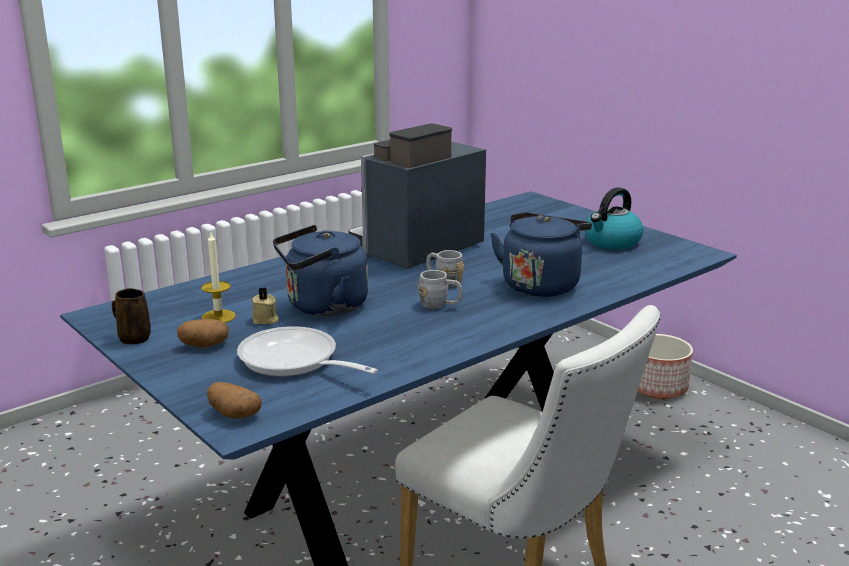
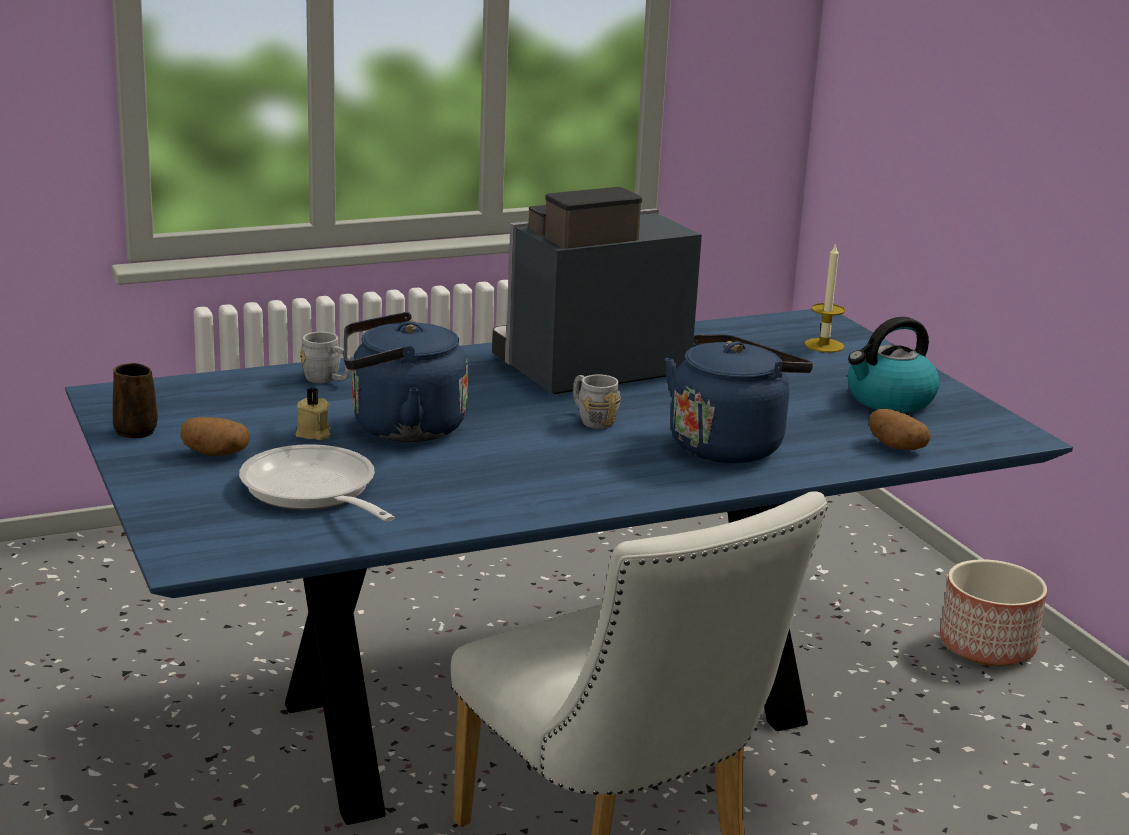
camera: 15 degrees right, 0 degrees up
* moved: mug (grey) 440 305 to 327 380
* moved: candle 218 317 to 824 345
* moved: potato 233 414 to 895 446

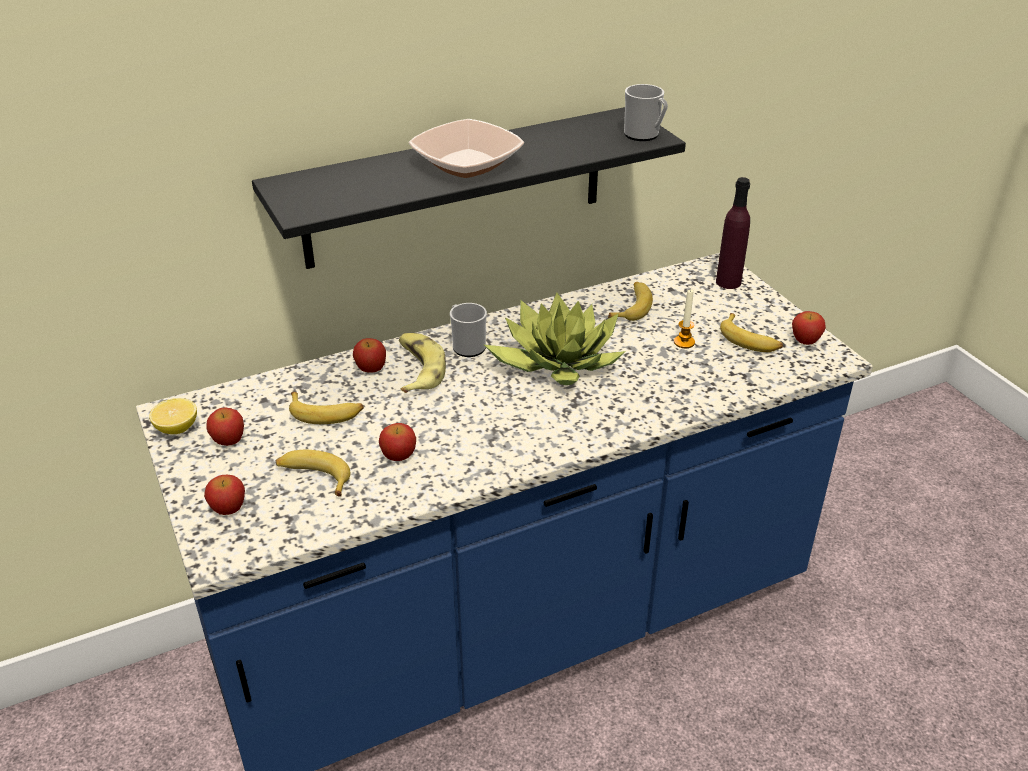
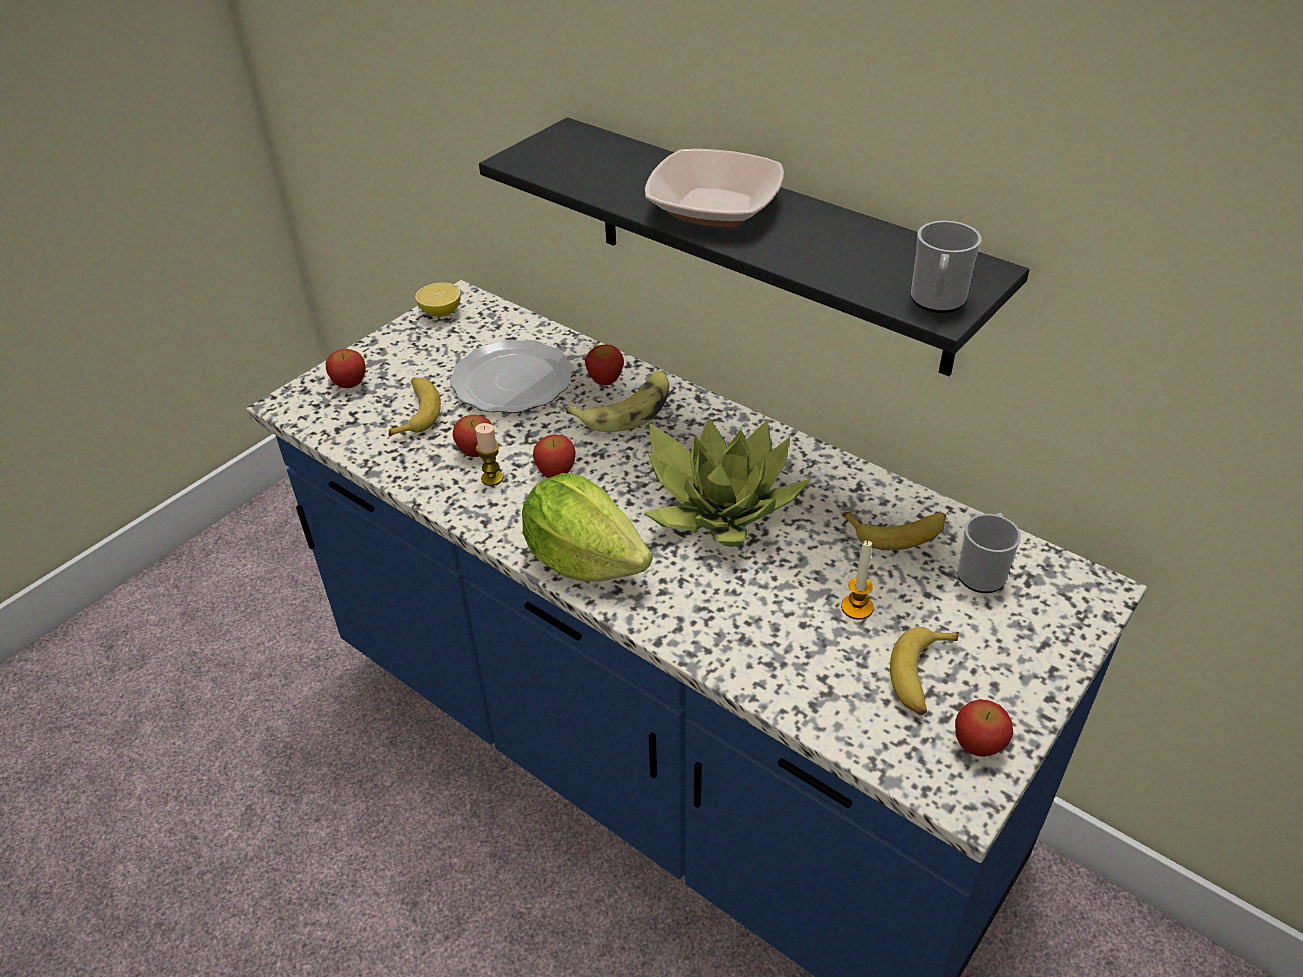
camera: 65 degrees right, 5 degrees up
* replaced: banana 326 413 to plate 514 381
* added: candle 492 478
* added: lettuce 584 559
* moved: apple 228 440 to 556 472
* moved: mug 466 346 to 982 572
* removed: bottle (purple) 728 282

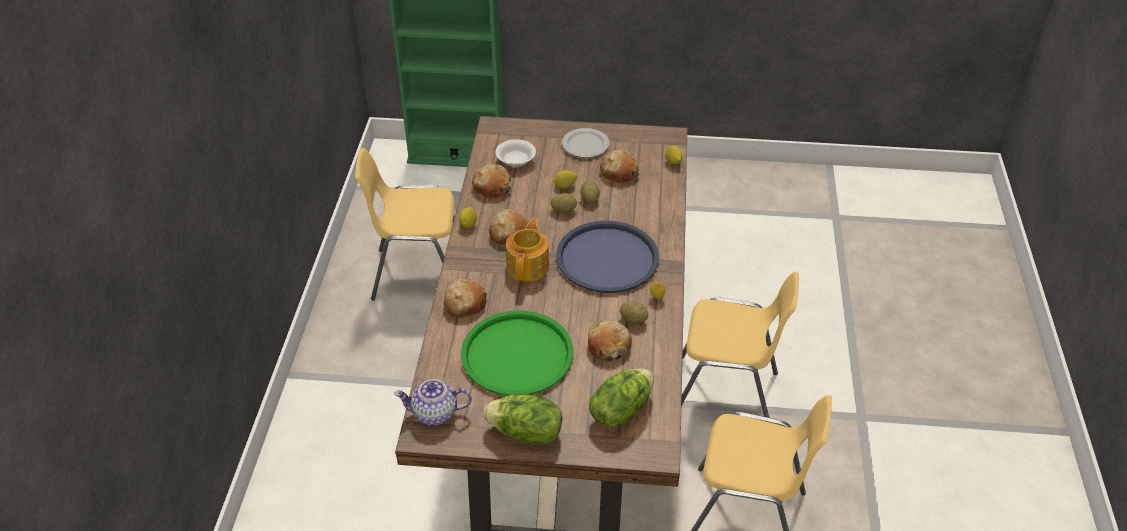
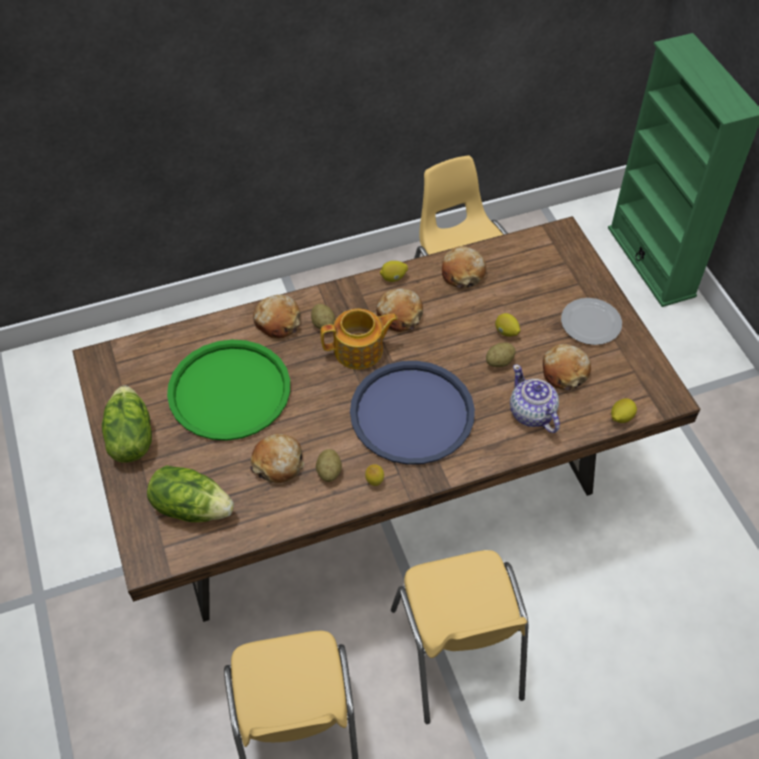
camera: 65 degrees right, 10 degrees up
* moved: potato 563 210 to 323 324
* moved: teapot 435 413 to 532 414
* removed: bowl (white) 515 160

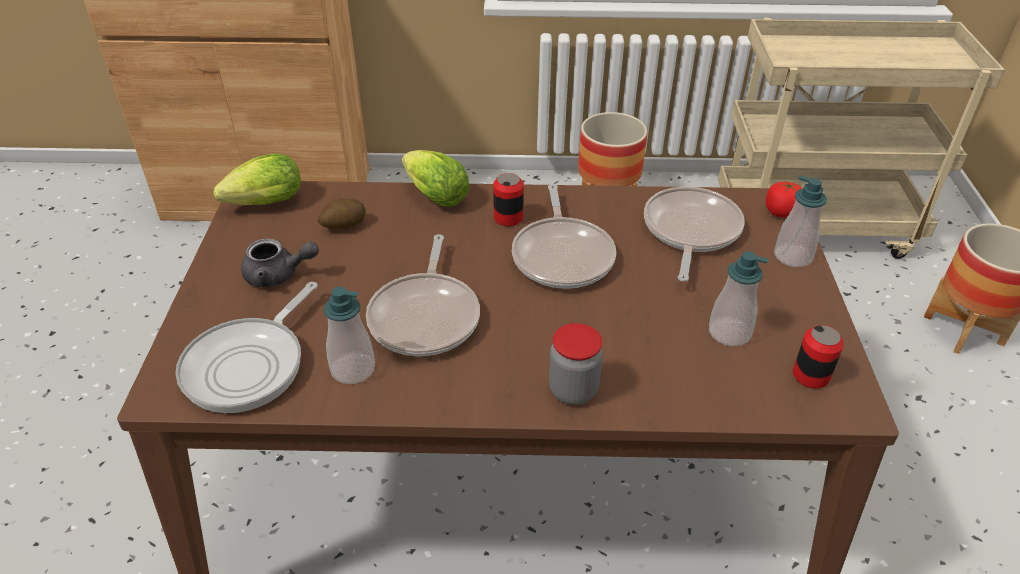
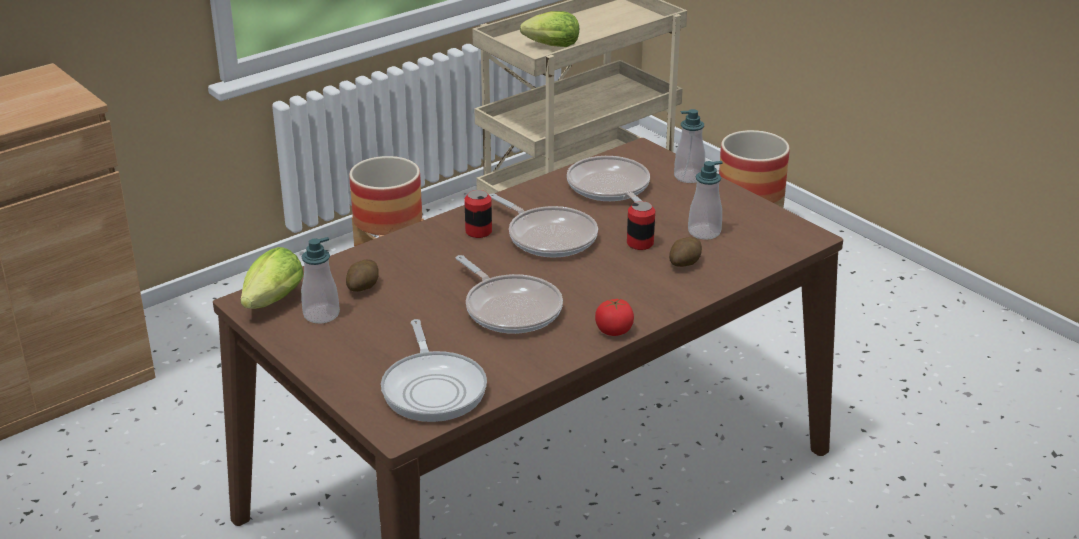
camera: 40 degrees left, 10 degrees down
* moved: soap dispenser 353 369 to 321 314
* moved: lettuce 433 195 to 549 46
* moved: tomato 781 212 to 614 330
* moved: can 810 376 to 640 243
* added: potato 685 263
* removed: teapot (grey) 278 275
* removed: jar 573 390

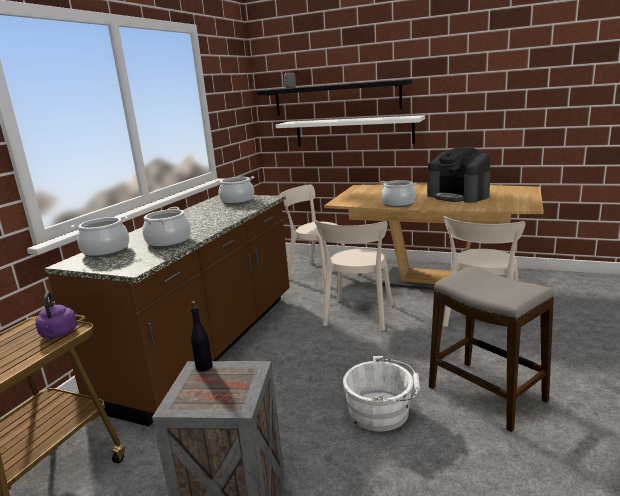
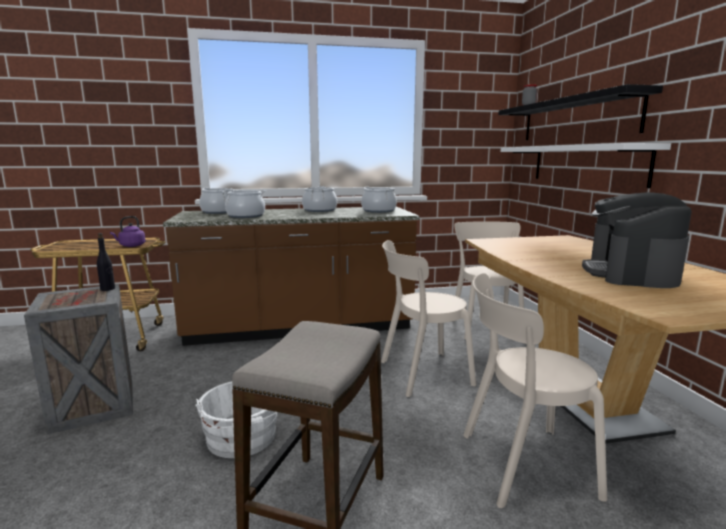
camera: 55 degrees right, 5 degrees down
* moved: cooking pot 398 204 to 319 210

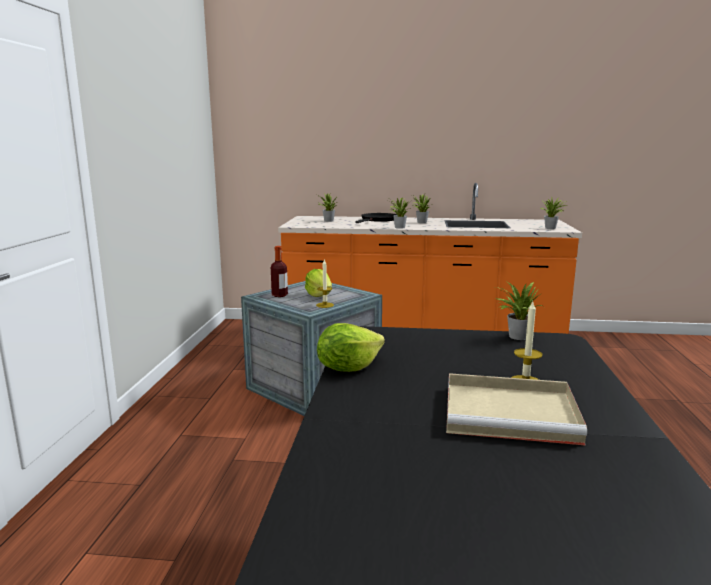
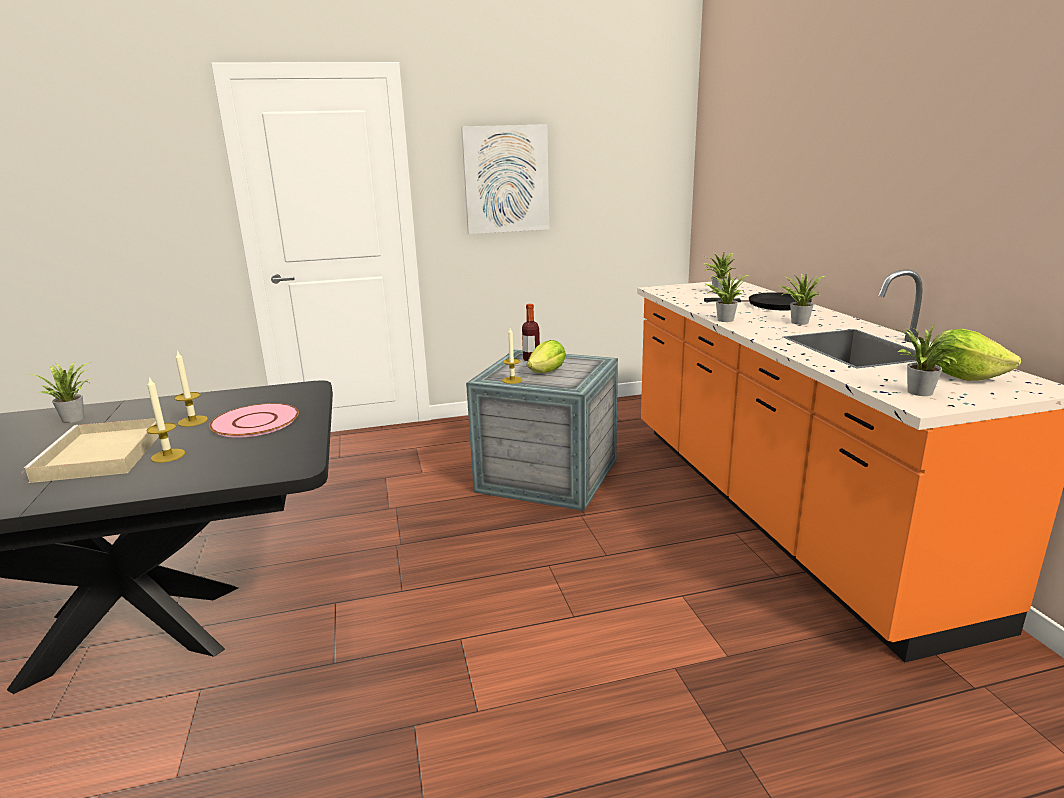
camera: 70 degrees right, 5 degrees up
* moved: potted plant 515 336 to 75 418
* added: candle 193 421
* added: plate (pink) 256 422
* added: picture 506 179
* moved: lettuce 348 368 to 964 377

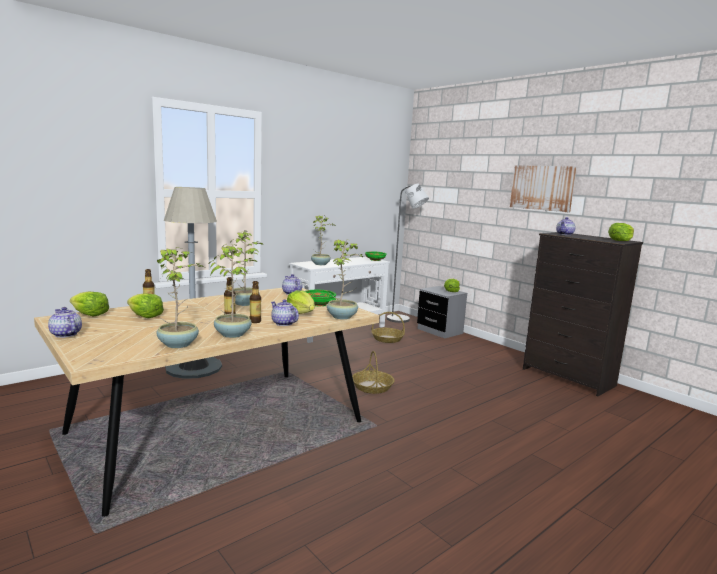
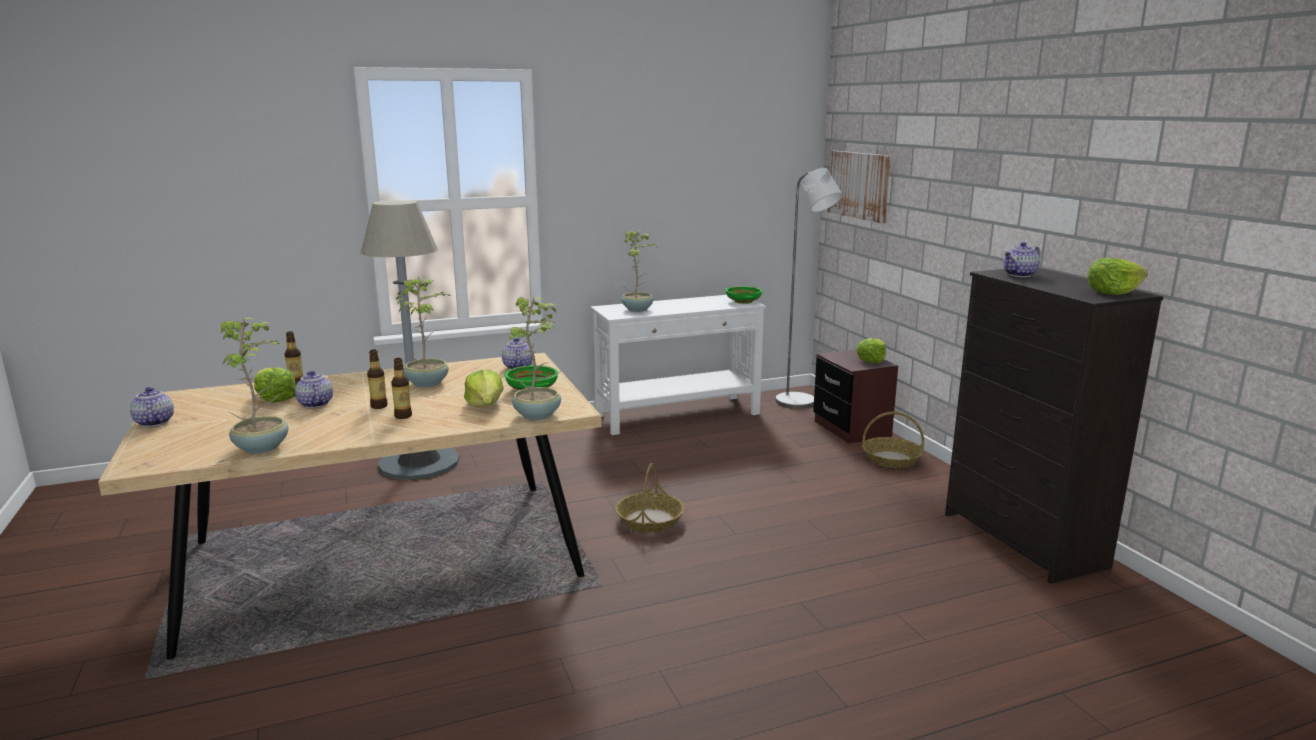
camera: 20 degrees right, 5 degrees up
* moved: teapot 283 323 to 314 404
* recoloured: nightstand (grey) 439 331 to nightstand (brown) 851 429
* moved: picture 542 188 to 859 185
* moved: basket 387 339 to 891 459
* removed: lettuce 90 314
* removed: potted plant 233 334

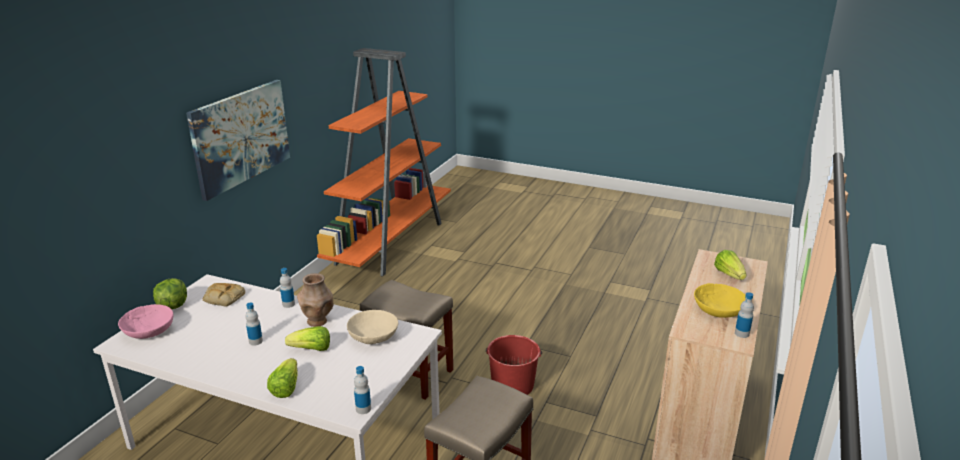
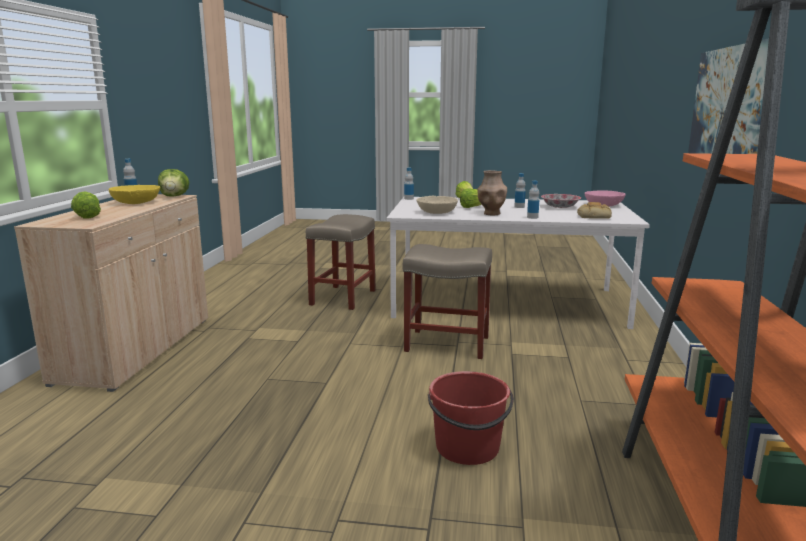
camera: 165 degrees right, 10 degrees down
* moved: lettuce 173 305 to 174 196
* moved: bucket (red) 512 385 to 468 448
* added: bowl 560 207

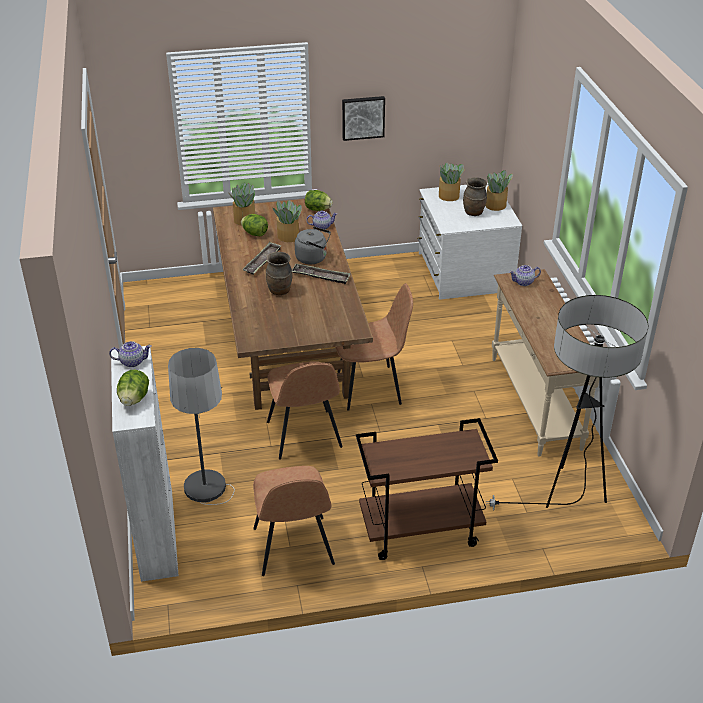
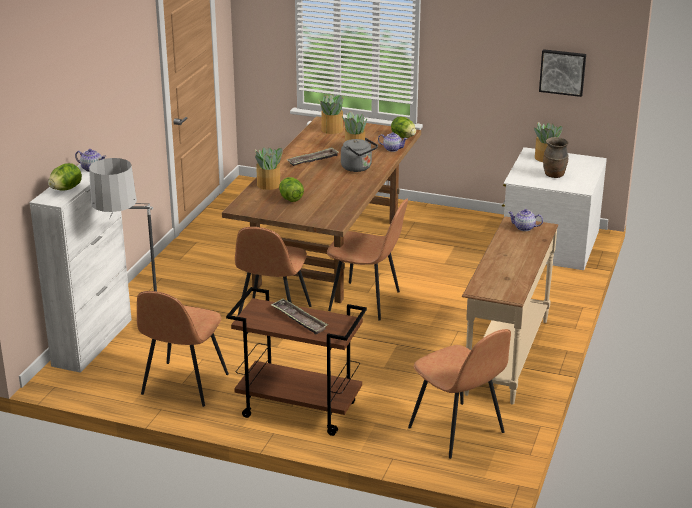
camera: 30 degrees right, 10 degrees down
* moved: potted plant 496 205 to 269 185
* moved: tray 321 276 to 299 319
* moved: lettuce 255 233 to 290 199
* replaced: floor lamp 566 496 to chair (brown) 457 431
* moved: picture 363 117 to 562 72
* removed: vase (brown) 280 291

